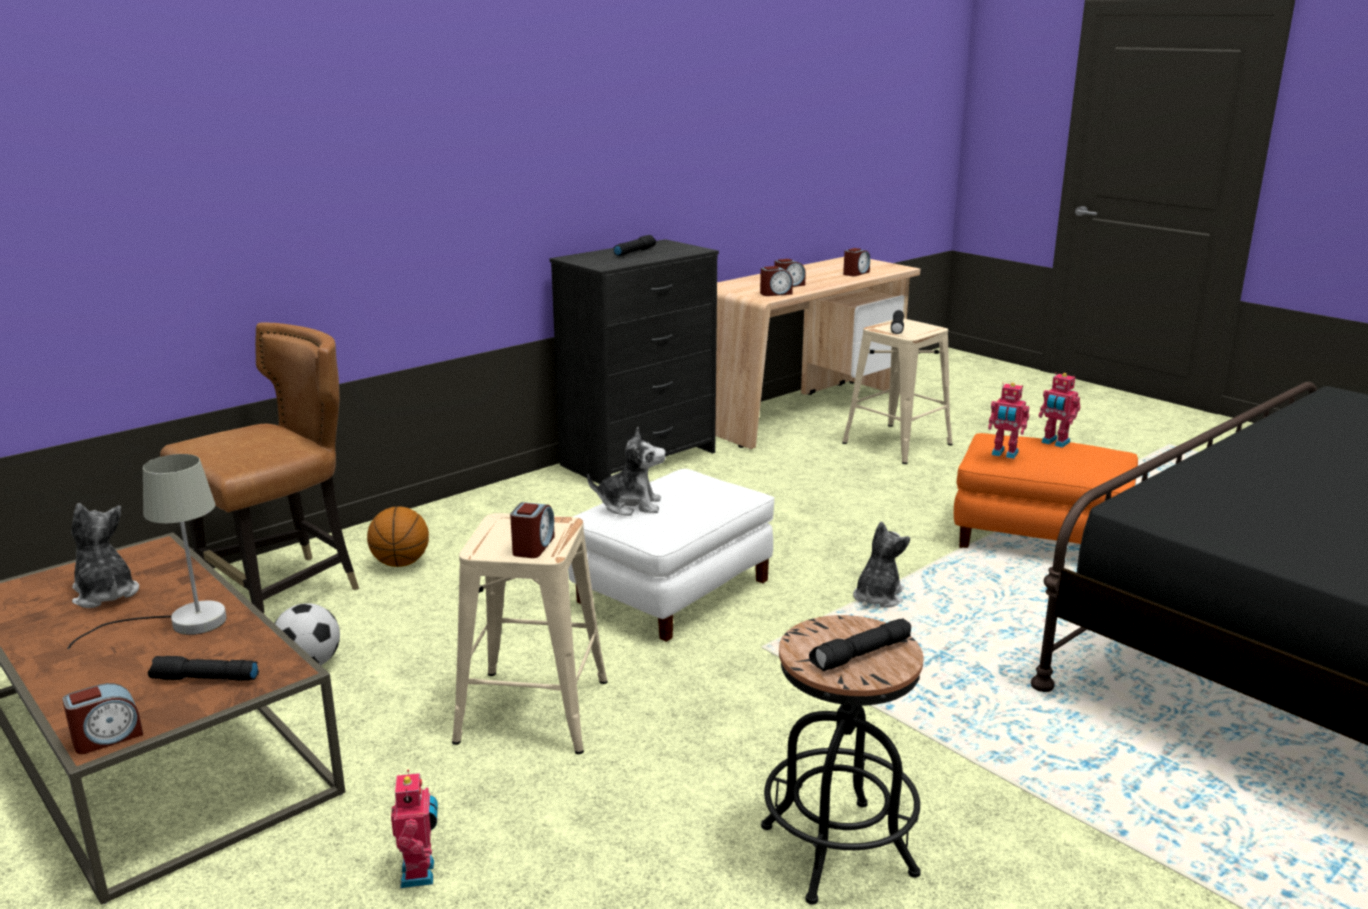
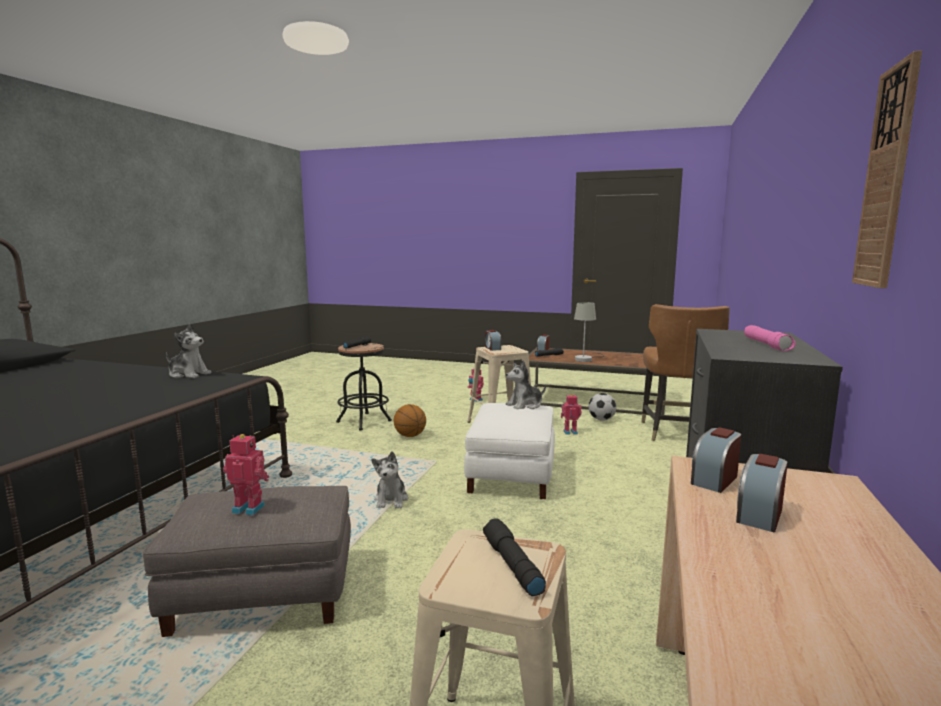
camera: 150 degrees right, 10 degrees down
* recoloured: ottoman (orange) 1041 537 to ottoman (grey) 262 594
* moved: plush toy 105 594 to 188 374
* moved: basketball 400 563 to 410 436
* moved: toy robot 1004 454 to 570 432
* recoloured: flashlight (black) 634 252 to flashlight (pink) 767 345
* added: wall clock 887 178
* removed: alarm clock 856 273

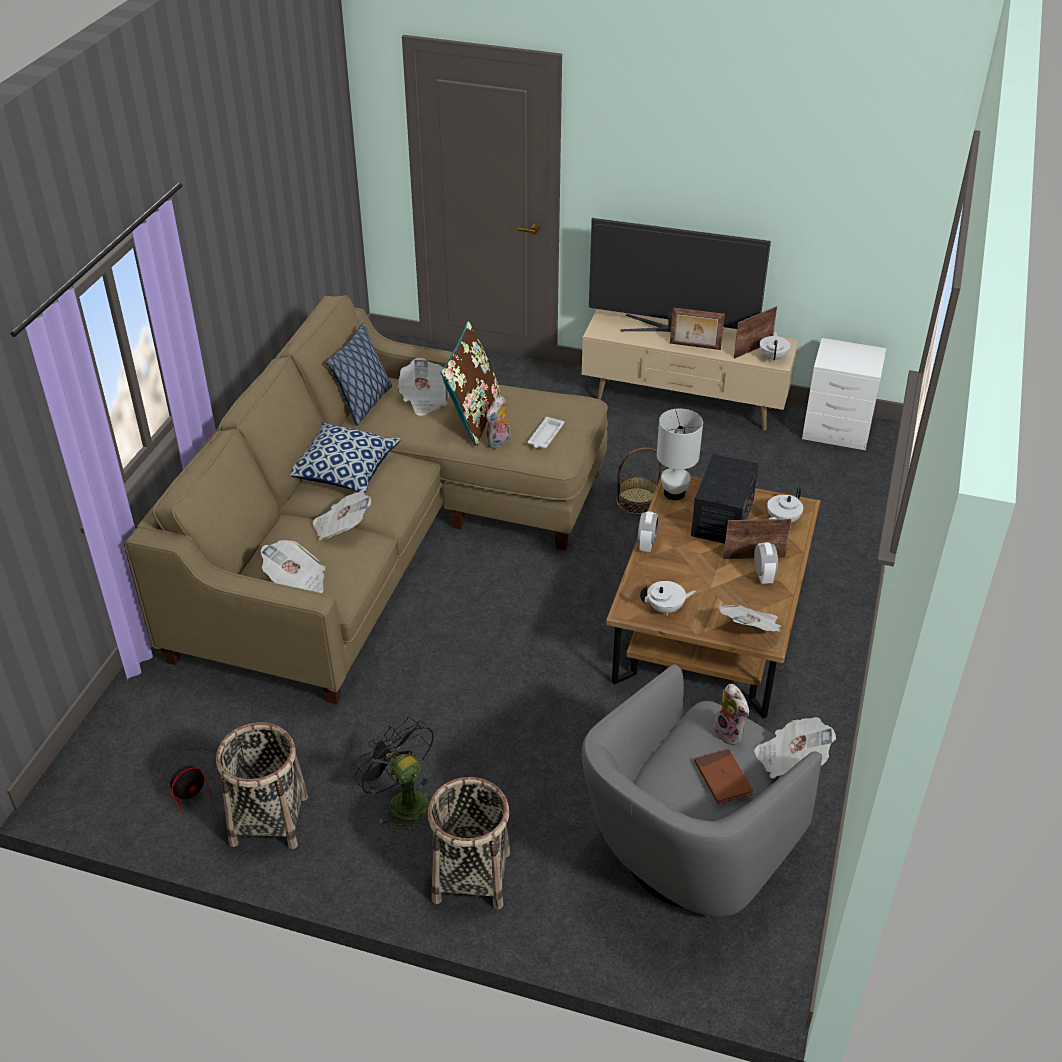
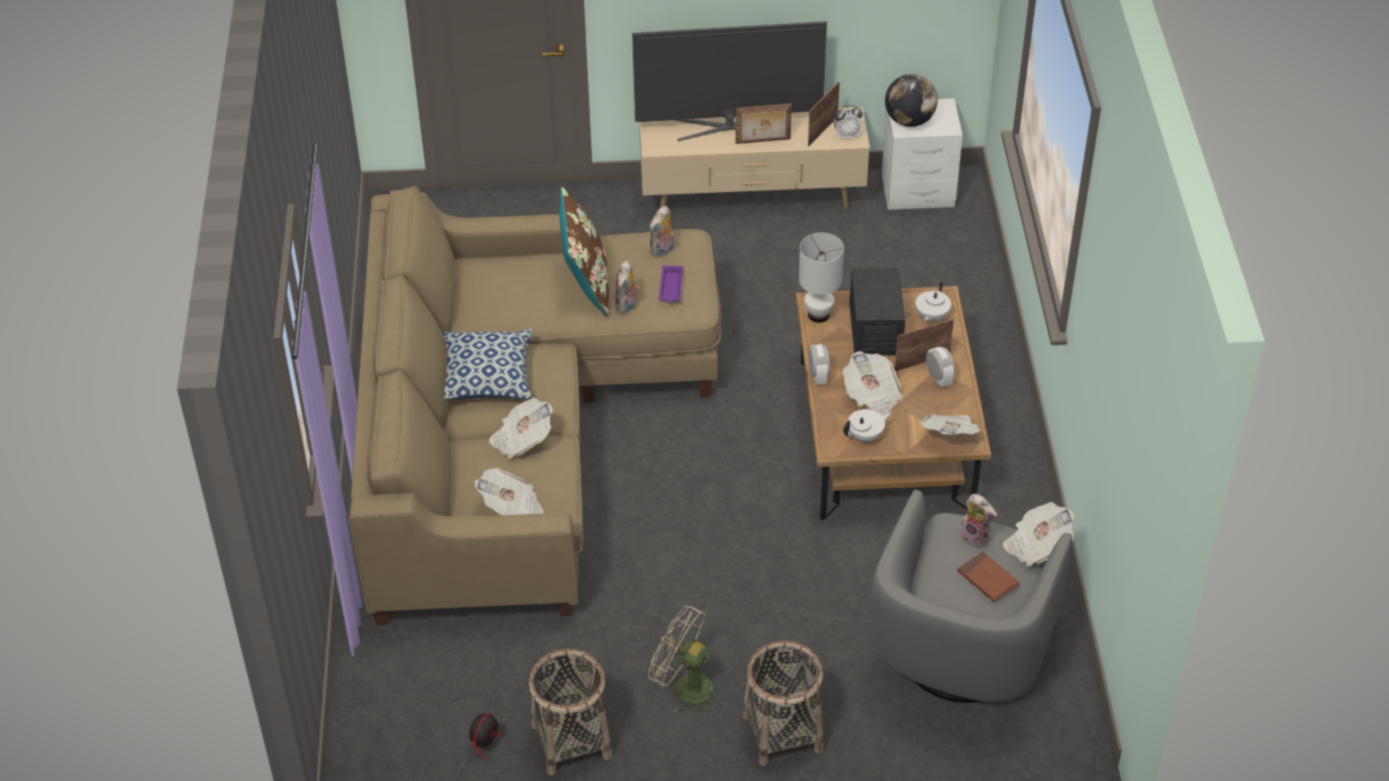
camera: 20 degrees left, 5 degrees up
* recoloured: fan (black) 401 802 to fan (beige) 684 687
* added: plush toy 663 251
* recoloured: tray (white) 545 436 to tray (purple) 671 287
* replaced: teapot (white) 773 357 to alarm clock 847 135
* moved: newspaper 424 399 to 872 396
* added: globe 909 121
* removed: pillow 364 404
* removed: basket 637 501

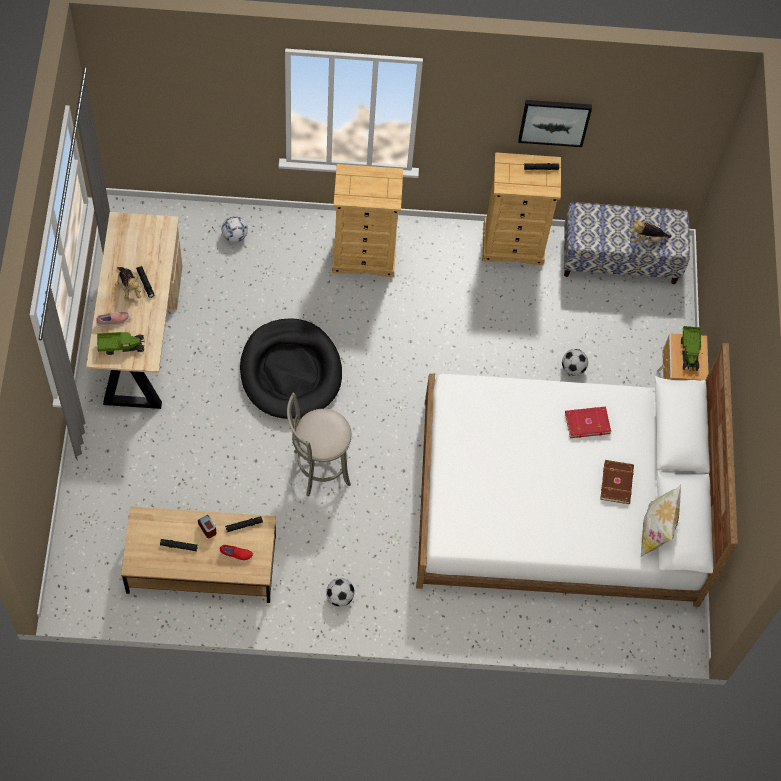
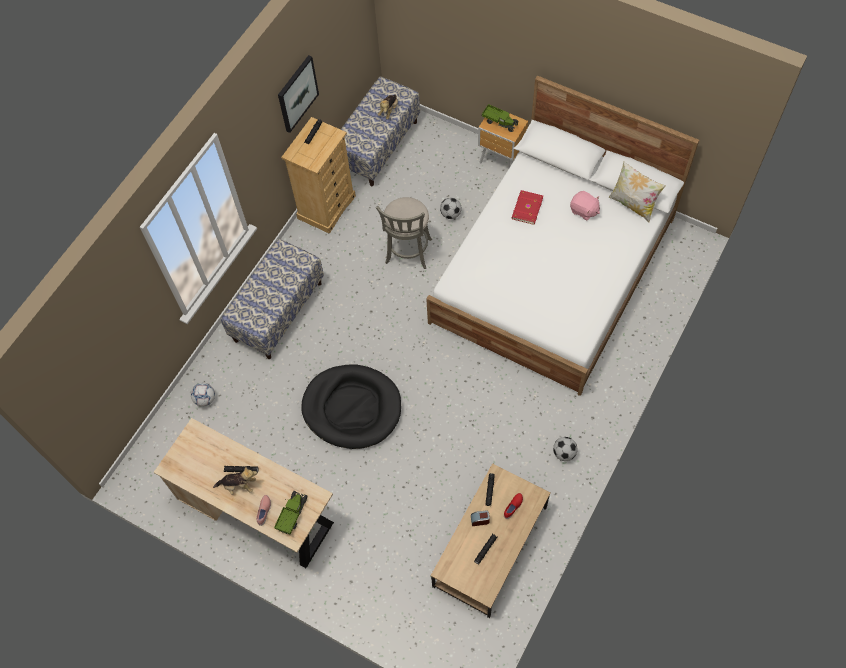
camera: 55 degrees left, 0 degrees up
* replaced: dresser (beige) 364 255 to bench 278 311
* moved: stool (grey) 318 469 to 408 253
* replaced: book (brown) 617 482 to plush toy (pink) 584 211

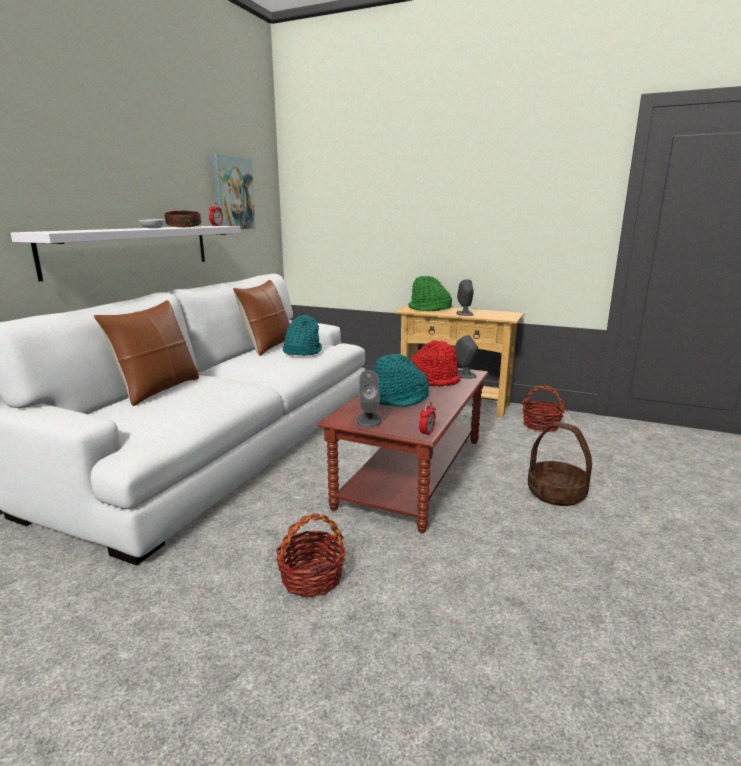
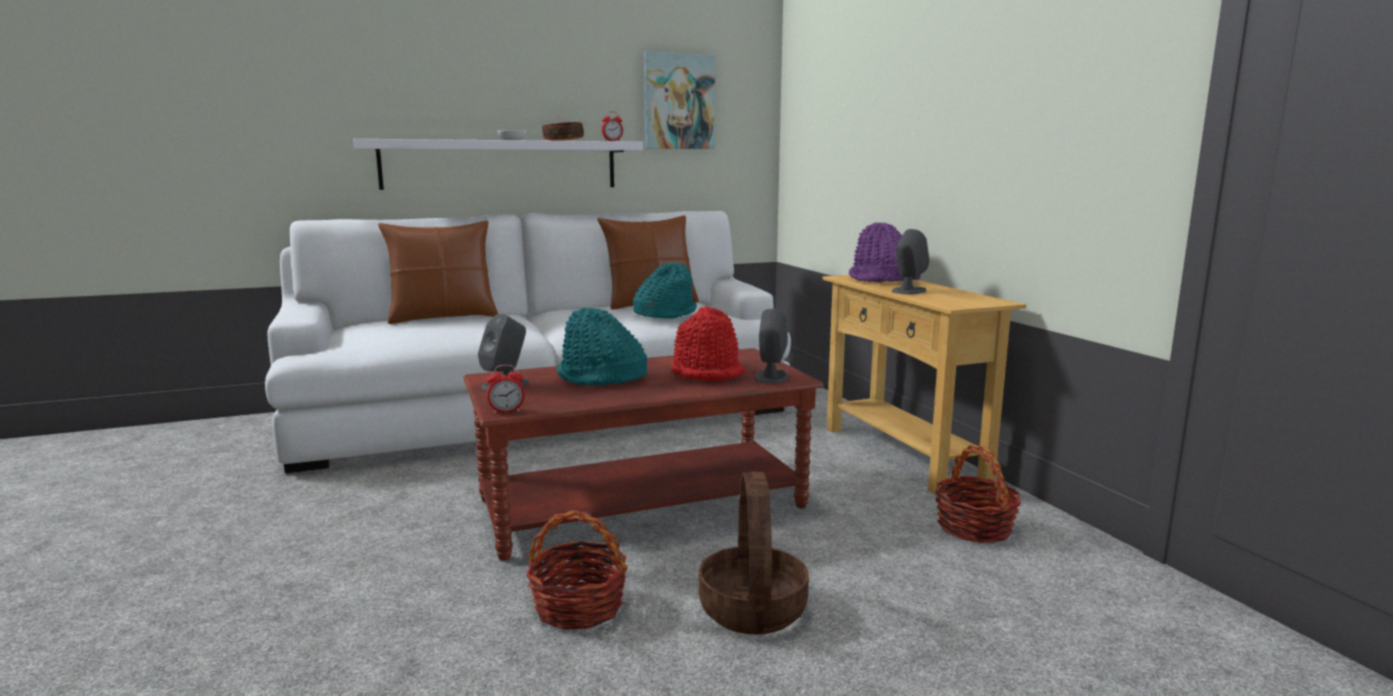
camera: 45 degrees right, 5 degrees down
* moved: basket 311 578 to 578 607
* recoloured: hat (green) 429 309 to hat (purple) 882 280

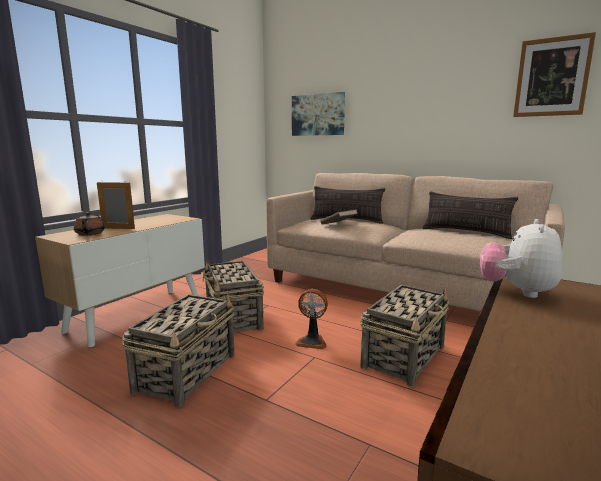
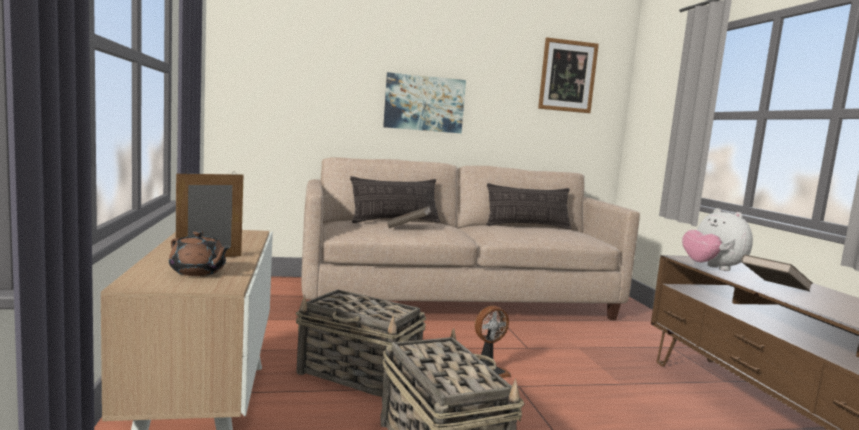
camera: 45 degrees left, 5 degrees down
* moved: picture 318 115 to 424 103
* added: book (brown) 773 287
* removed: basket 404 356

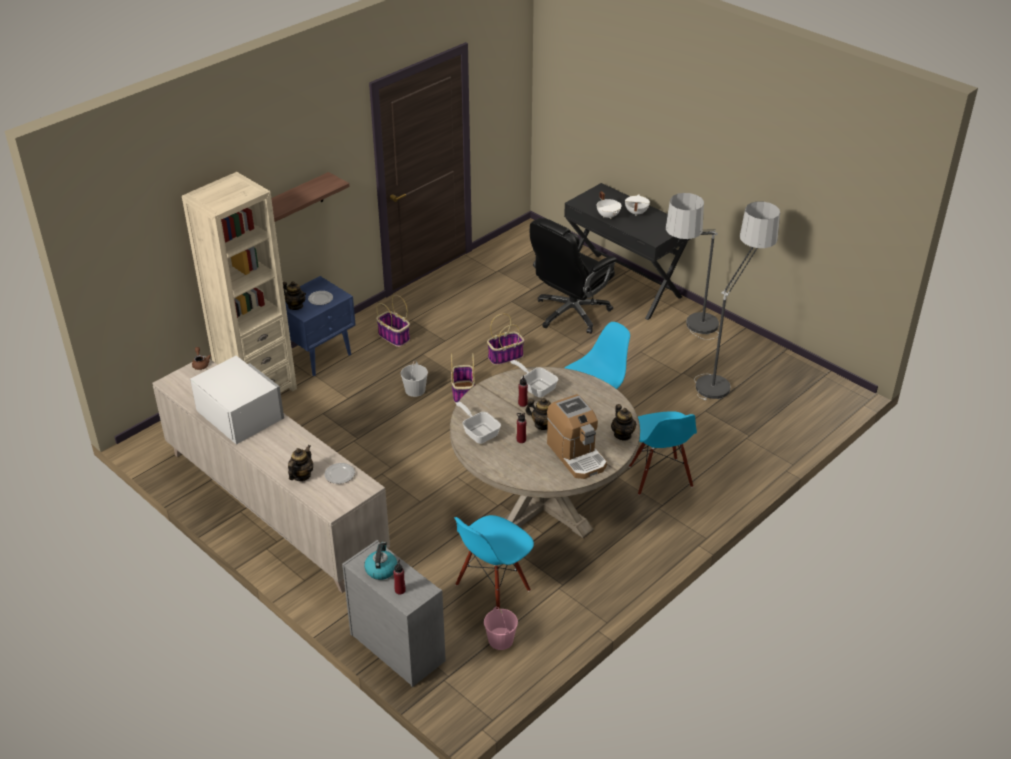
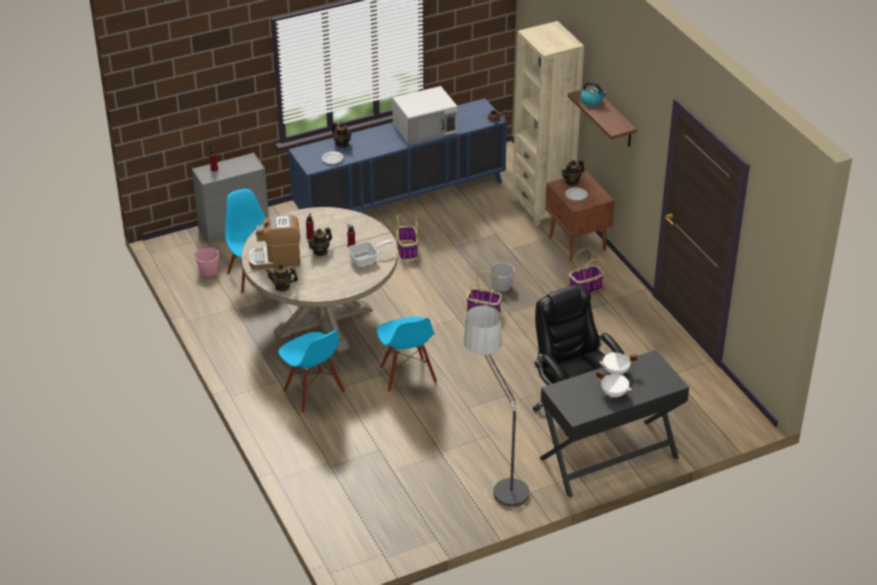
camera: 110 degrees right, 0 degrees up
* turned: chair (blue) 659 477 = 313 392 135 degrees counterclockwise
* recoloured: cabinet (beige) 274 507 to cabinet (blue) 400 198
* moved: basket 505 356 to 407 250
* recoloured: nightstand (blue) 319 355 to nightstand (brown) 577 244
* moved: kettle 381 569 to 592 101
* removed: frying pan 479 432
* removed: floor lamp 725 374

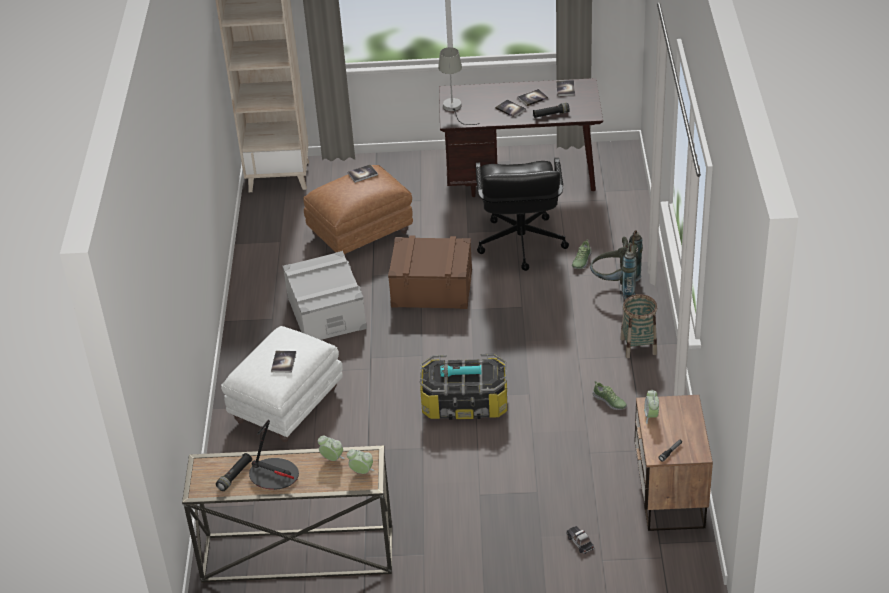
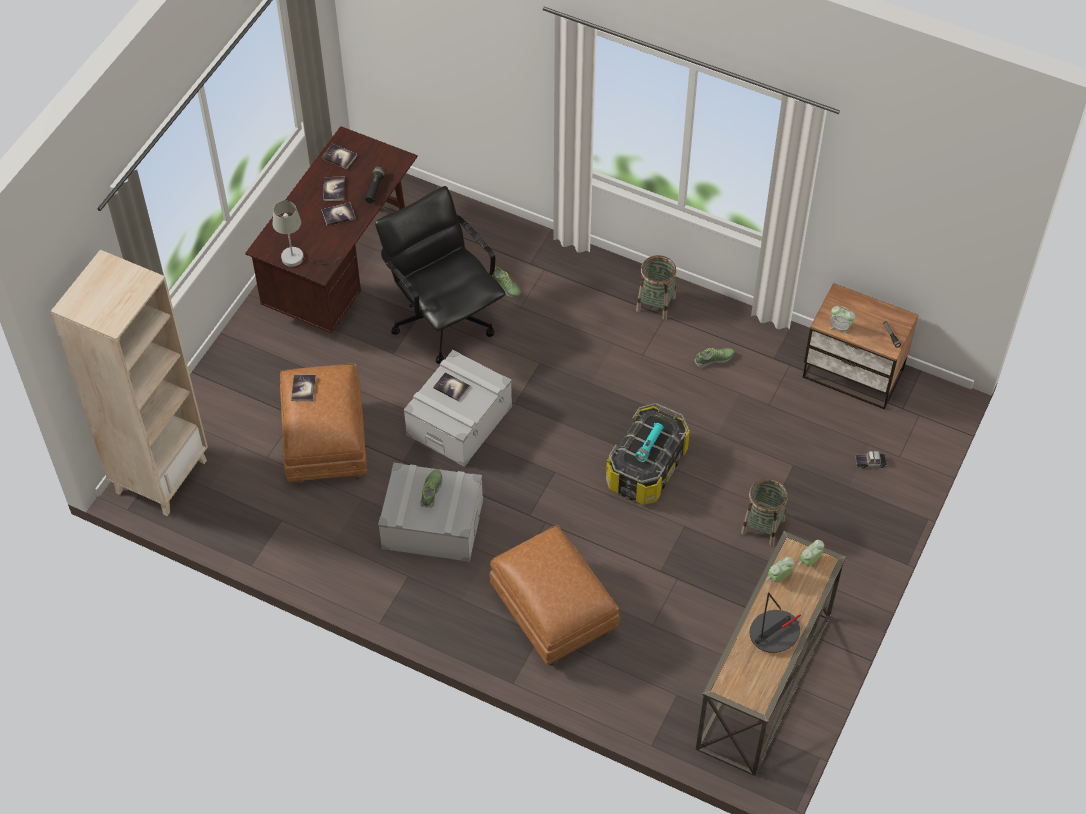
camera: 65 degrees left, 15 degrees up
* turned: office chair (black) 520 243 = 444 320 150 degrees counterclockwise
* recoloured: storage box (brown) 432 288 to storage box (grey) 459 420
* added: shoe 431 491
* moved: book 283 362 to 451 387
* recoloured: ottoman (white) 286 407 to ottoman (brown) 554 614
* added: basket 763 526
* removed: flashlight (black) 235 476
* removed: backpack (grey) 616 287

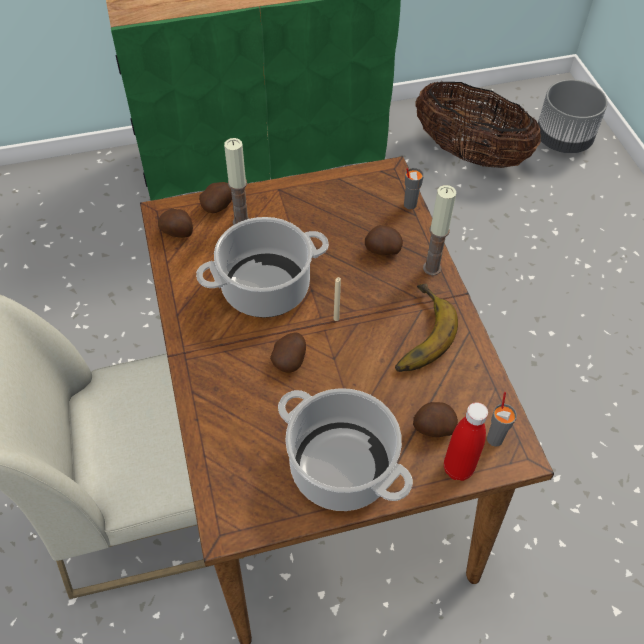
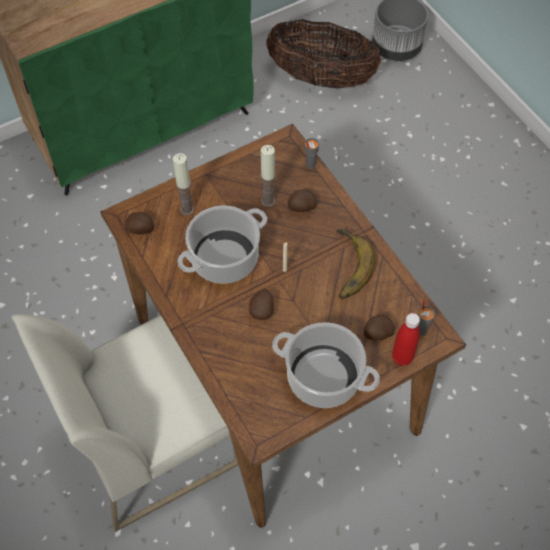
camera: 15 degrees left, 5 degrees up
* moved: candle 432 268 to 268 201
* removed: potato 218 206

